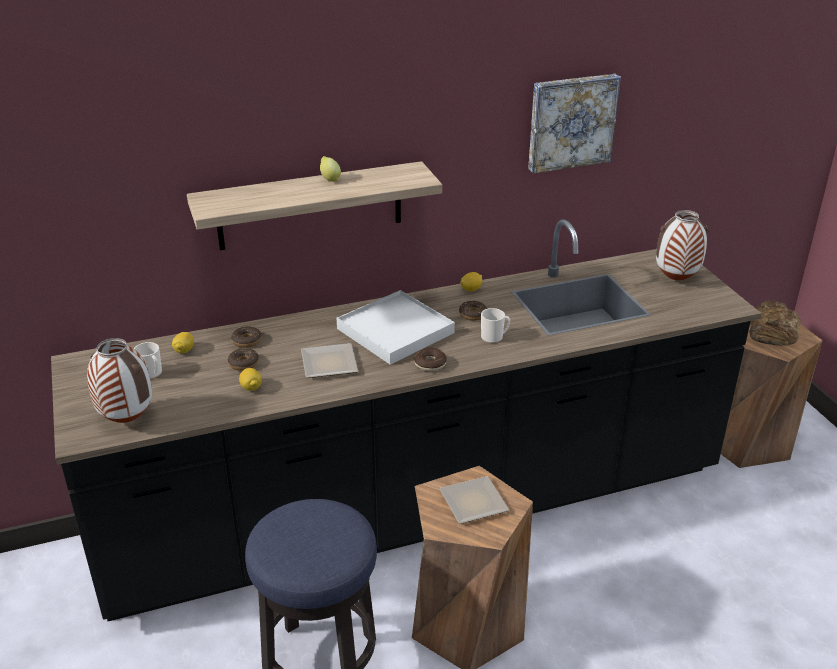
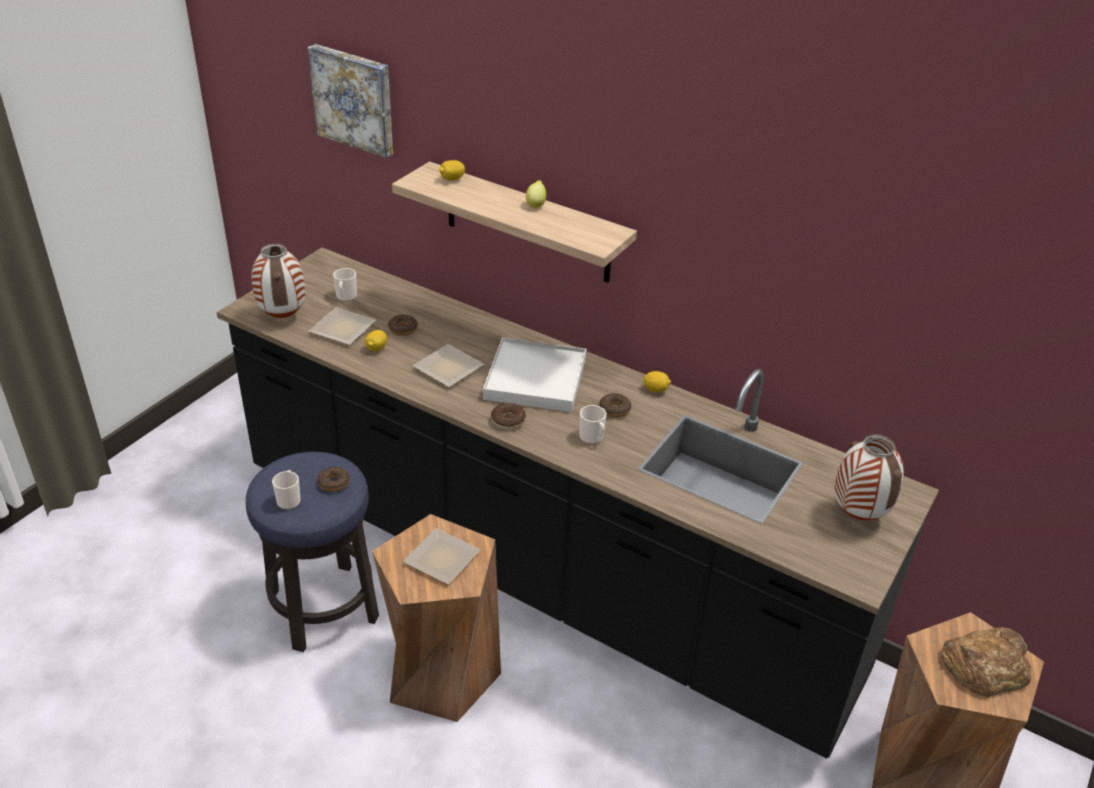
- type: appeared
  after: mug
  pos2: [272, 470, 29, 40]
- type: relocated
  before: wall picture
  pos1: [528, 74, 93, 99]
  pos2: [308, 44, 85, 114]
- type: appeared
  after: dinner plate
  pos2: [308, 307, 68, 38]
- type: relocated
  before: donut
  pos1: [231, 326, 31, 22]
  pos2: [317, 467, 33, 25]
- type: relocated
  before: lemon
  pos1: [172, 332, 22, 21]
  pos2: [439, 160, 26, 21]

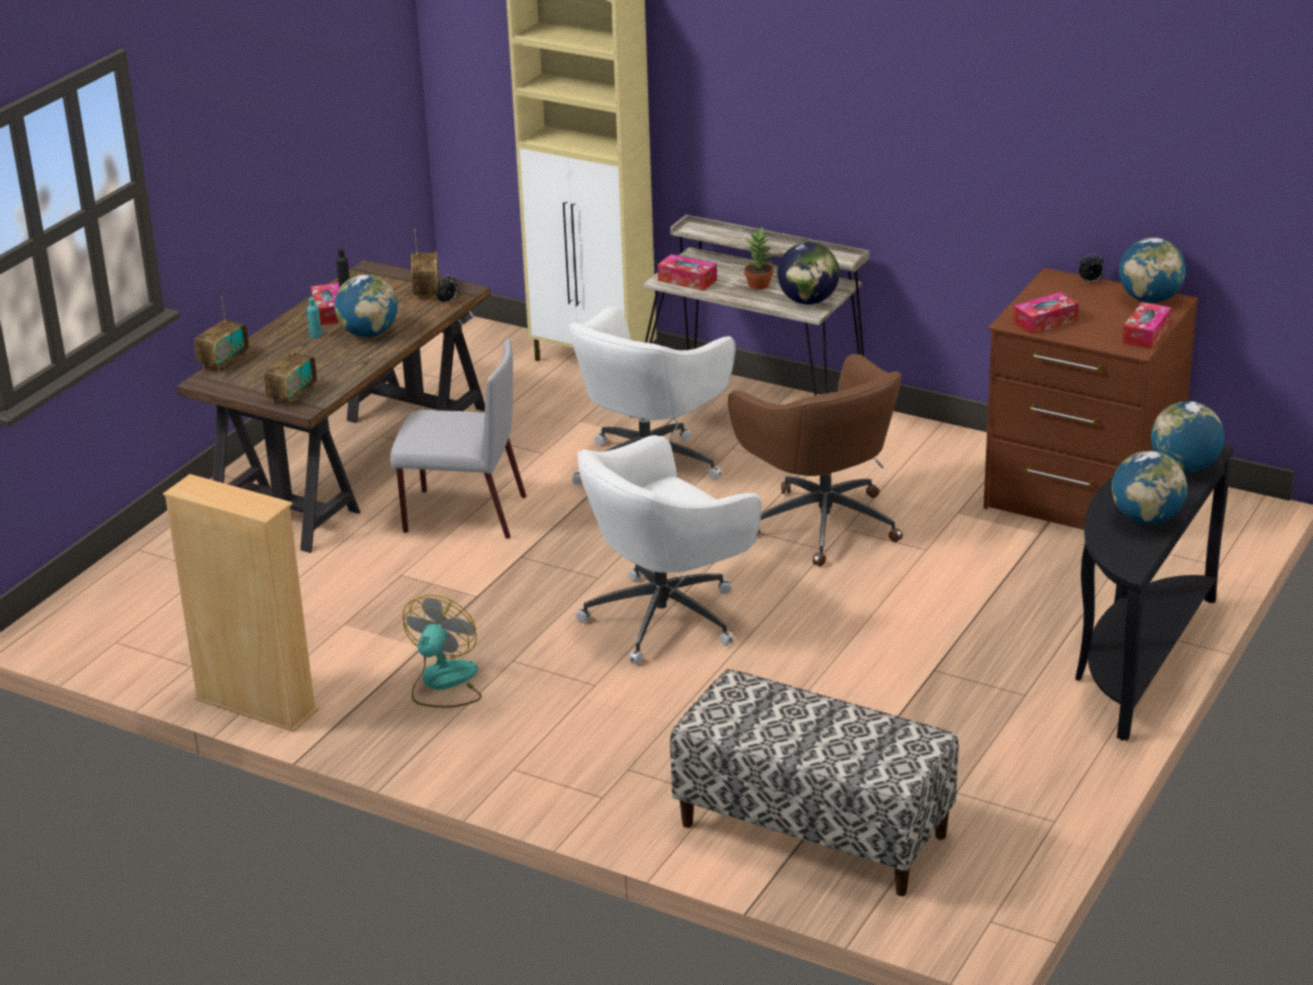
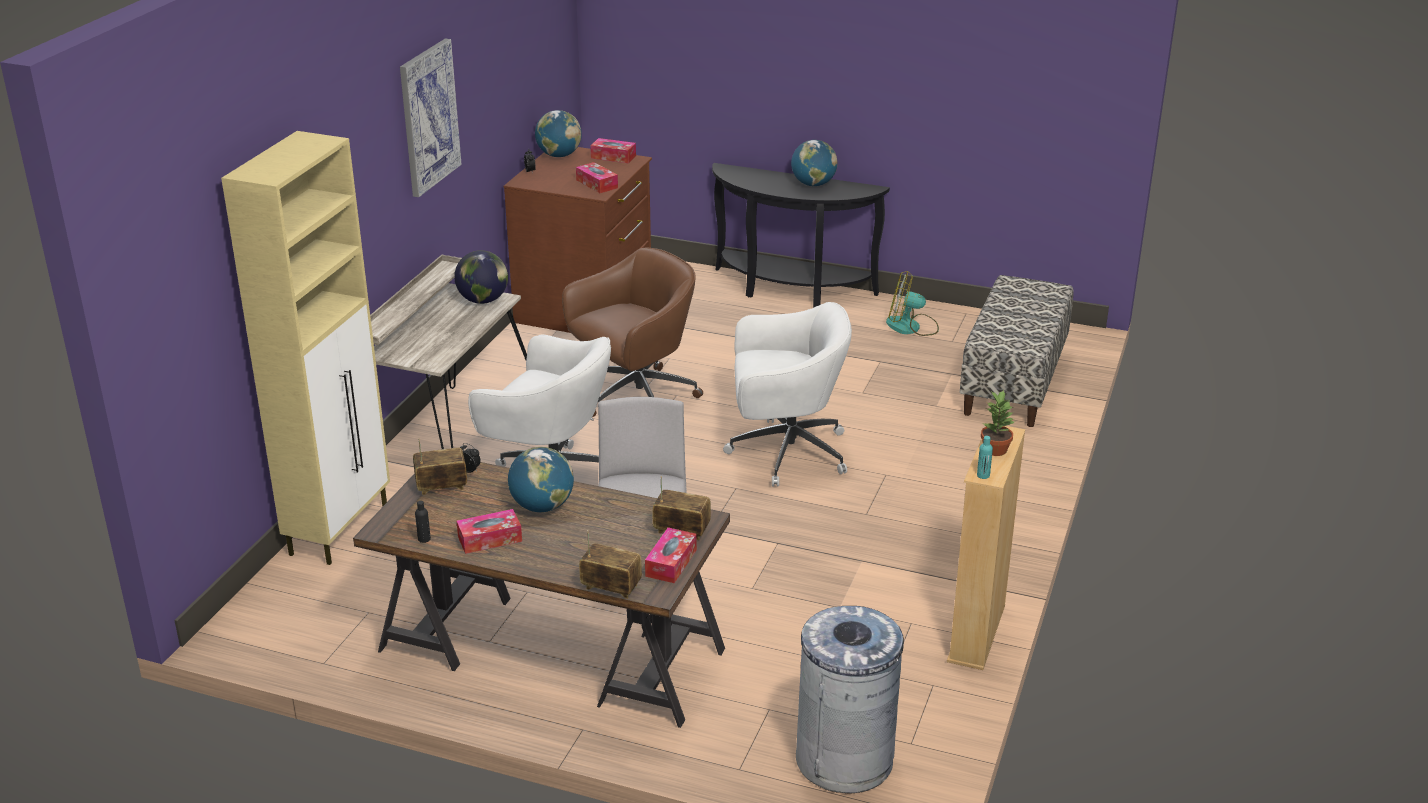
- type: appeared
  after: wall picture
  pos2: [400, 39, 62, 158]
- type: relocated
  before: tissue holder
  pos1: [658, 254, 59, 37]
  pos2: [645, 527, 52, 56]
- type: spun
  before: whitish office chair
  pos1: [576, 435, 186, 230]
  pos2: [723, 302, 129, 185]
  turn: -45
- type: appeared
  after: gray waste bin
  pos2: [796, 606, 108, 187]
- type: relocated
  before: fan
  pos1: [403, 595, 79, 113]
  pos2: [886, 271, 53, 65]
- type: relocated
  before: turquoise-coloured beverage bottle
  pos1: [307, 297, 15, 41]
  pos2: [977, 436, 16, 43]
- type: relocated
  before: houseplant
  pos1: [744, 227, 29, 63]
  pos2: [981, 390, 33, 66]
- type: missing
  before: world globe
  pos1: [1151, 401, 73, 72]

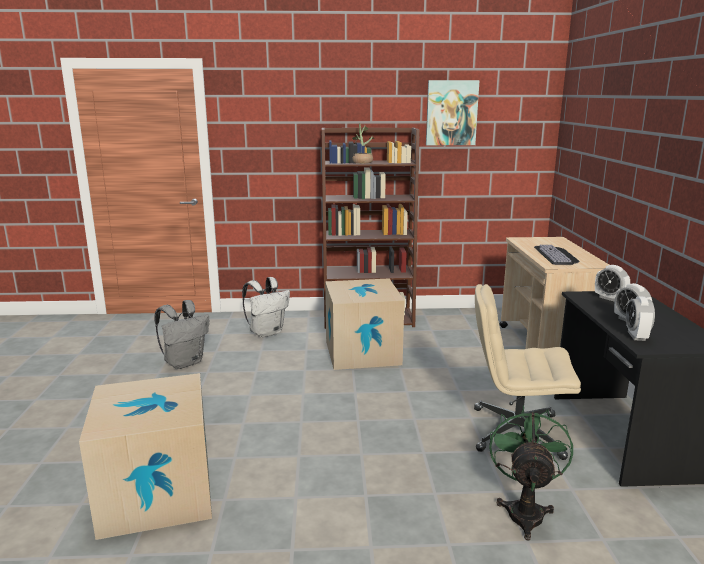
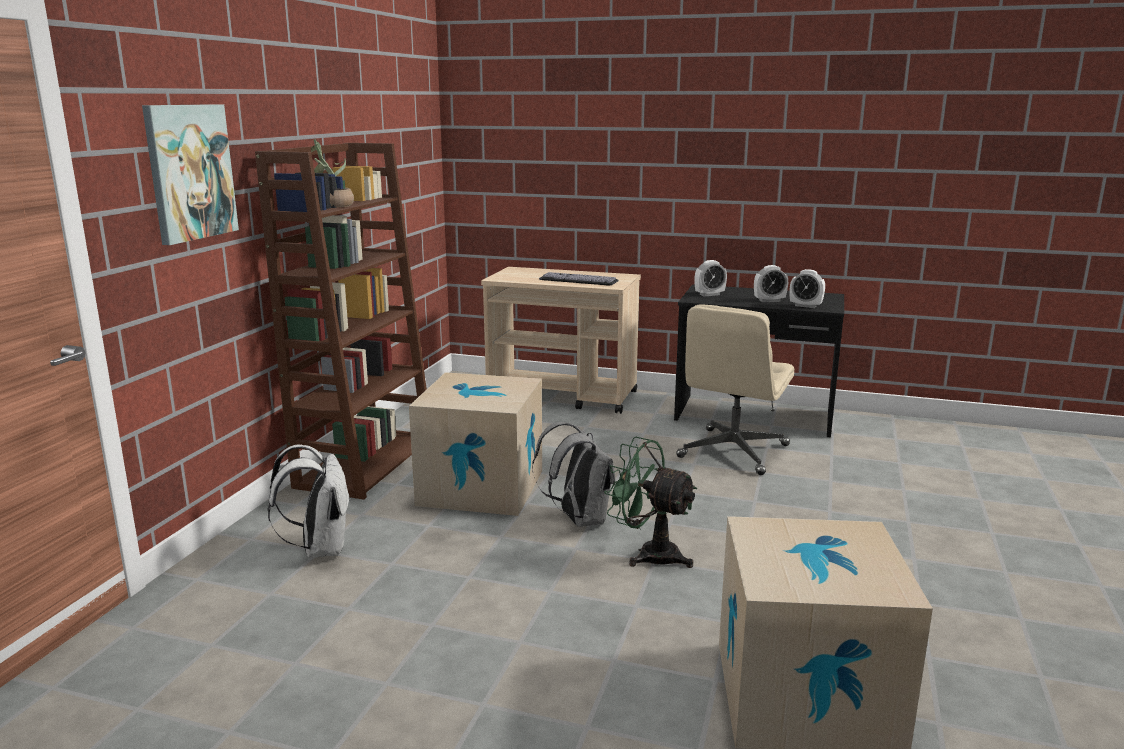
- type: relocated
  before: wall picture
  pos1: [426, 80, 54, 65]
  pos2: [142, 104, 97, 141]
- type: relocated
  before: gray knapsack
  pos1: [155, 300, 54, 69]
  pos2: [532, 422, 83, 105]
- type: relocated
  before: green-coloured fan
  pos1: [489, 405, 84, 136]
  pos2: [604, 436, 94, 132]

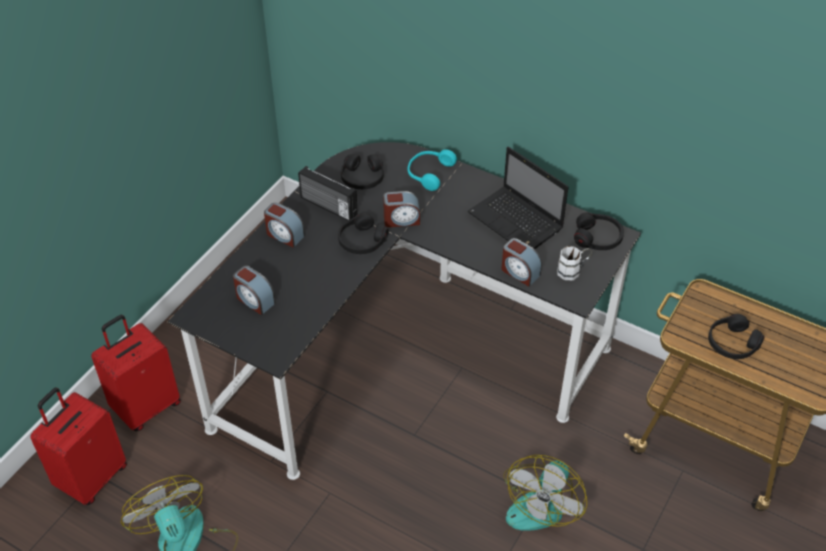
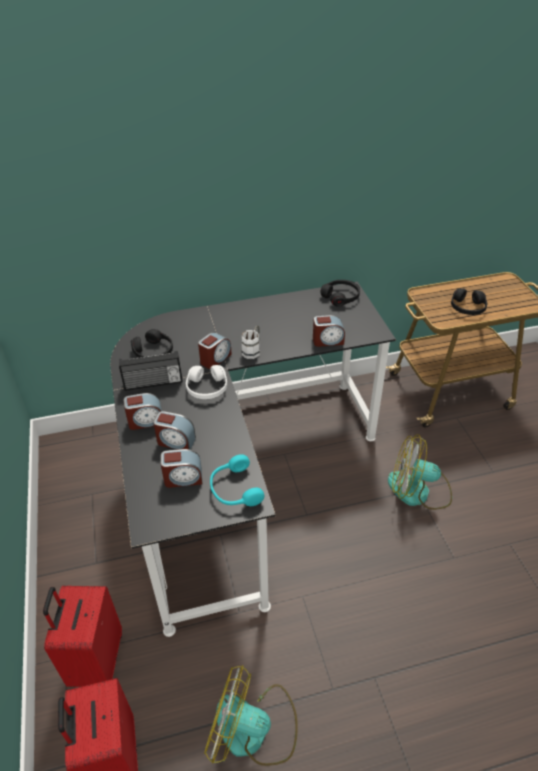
- type: appeared
  after: bedside clock
  pos2: [153, 411, 43, 39]
- type: colour
  before: black-coloured headset
  after: whitish headset
  pos1: [338, 213, 51, 41]
  pos2: [186, 365, 41, 34]
- type: relocated
  before: turquoise-coloured headset
  pos1: [407, 149, 50, 42]
  pos2: [210, 454, 54, 52]
- type: relocated
  before: whitish mug
  pos1: [557, 246, 35, 34]
  pos2: [241, 326, 19, 33]
- type: spun
  before: fan
  pos1: [503, 455, 84, 76]
  pos2: [388, 434, 64, 76]
  turn: 120
- type: missing
  before: laptop
  pos1: [467, 147, 102, 102]

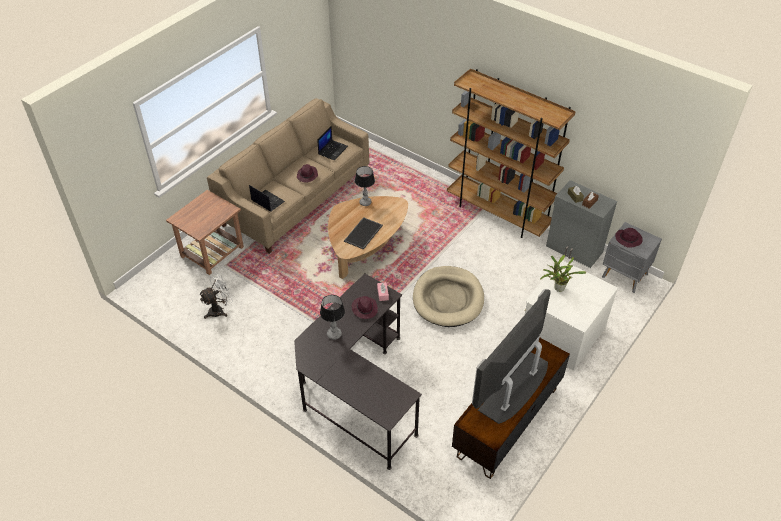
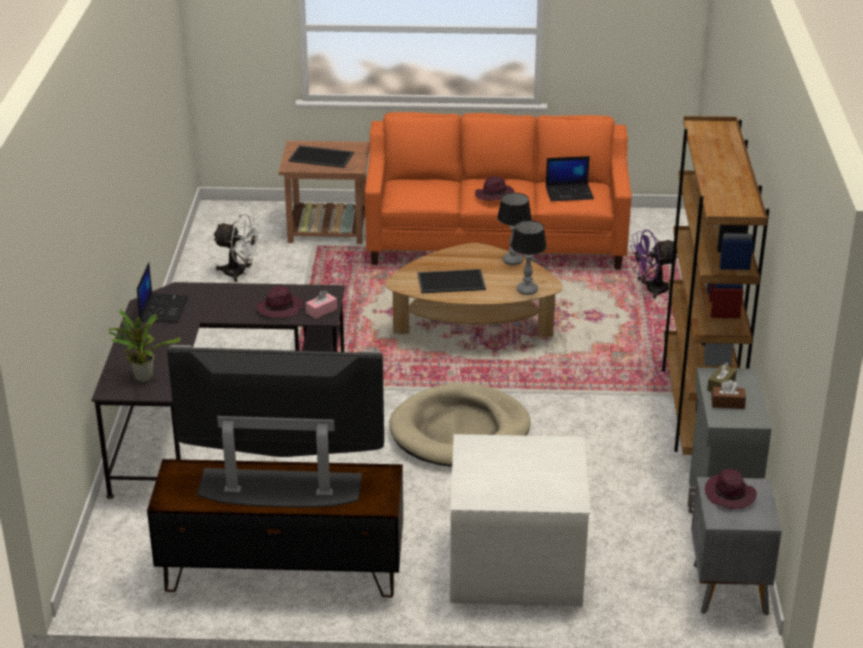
- type: relocated
  before: houseplant
  pos1: [540, 255, 46, 37]
  pos2: [108, 309, 73, 73]
- type: relocated
  before: laptop
  pos1: [249, 185, 36, 27]
  pos2: [137, 263, 51, 60]
- type: appeared
  after: carrying tray
  pos2: [288, 145, 66, 23]
- type: colour
  before: sand-coloured sofa
  after: orange-coloured sofa
  pos1: [207, 98, 163, 156]
  pos2: [365, 112, 267, 158]
- type: relocated
  before: lamp for a table
  pos1: [320, 295, 25, 45]
  pos2: [511, 220, 36, 75]
- type: appeared
  after: purple-coloured fan
  pos2: [631, 230, 47, 69]

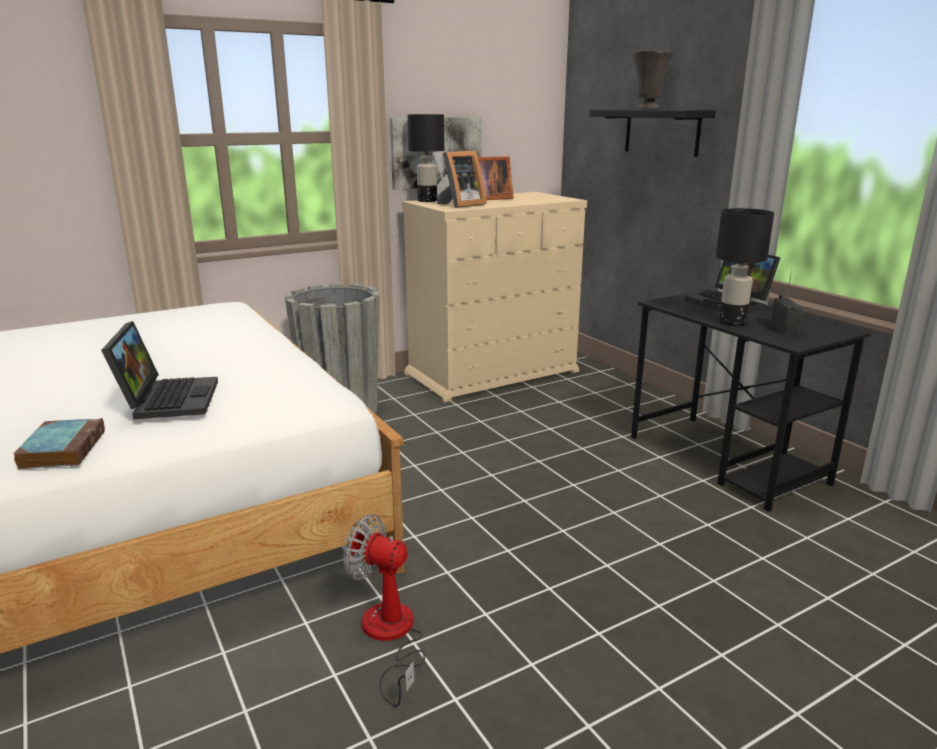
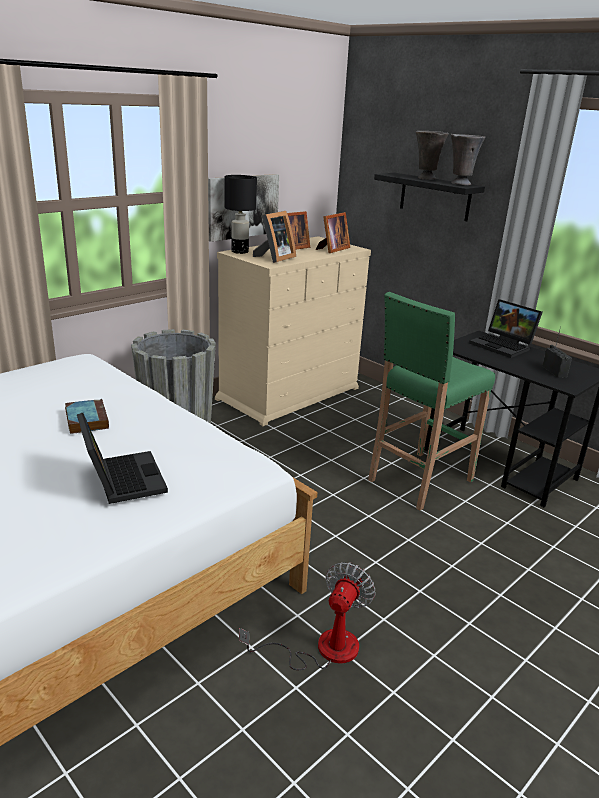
- type: relocated
  before: volume
  pos1: [13, 418, 92, 51]
  pos2: [65, 399, 44, 35]
- type: spun
  before: fan
  pos1: [343, 514, 82, 193]
  pos2: [239, 562, 137, 108]
  turn: 105
- type: appeared
  after: standing frame
  pos2: [316, 212, 34, 41]
- type: appeared
  after: green-coloured sitting stool
  pos2: [368, 292, 127, 218]
- type: appeared
  after: gray flower vase
  pos2: [451, 134, 34, 51]
- type: missing
  before: black-coloured lamp for a table
  pos1: [716, 208, 58, 118]

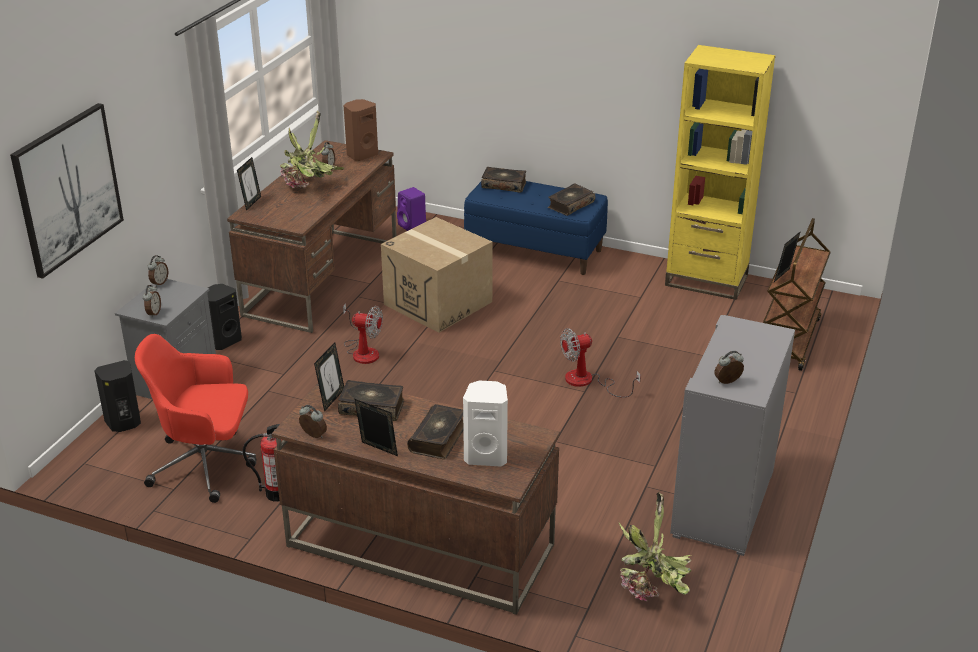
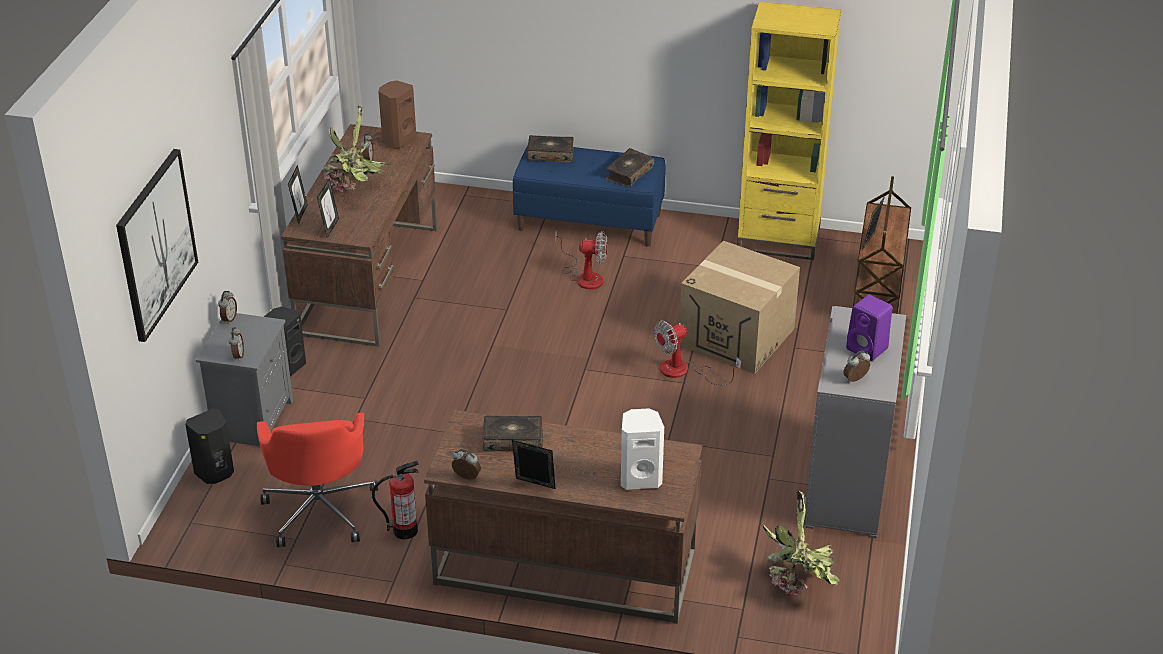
- type: spun
  before: reddish office chair
  pos1: [135, 334, 122, 169]
  pos2: [257, 413, 121, 134]
  turn: -90
- type: relocated
  before: standing frame
  pos1: [314, 342, 30, 70]
  pos2: [317, 179, 22, 59]
- type: relocated
  before: fan
  pos1: [343, 303, 40, 61]
  pos2: [556, 229, 52, 61]
- type: relocated
  before: packing box
  pos1: [381, 217, 111, 116]
  pos2: [680, 241, 120, 133]
- type: relocated
  before: purple-coloured loudspeaker
  pos1: [397, 187, 29, 44]
  pos2: [846, 295, 47, 66]
- type: missing
  before: volume
  pos1: [407, 404, 56, 55]

